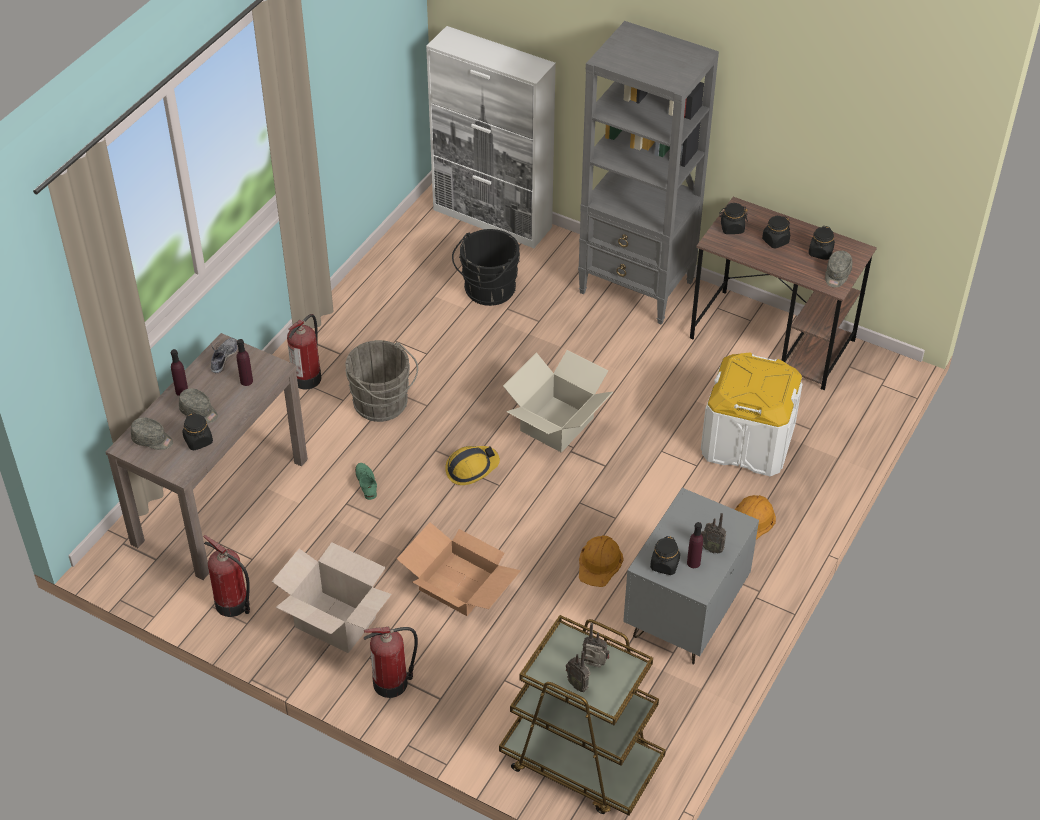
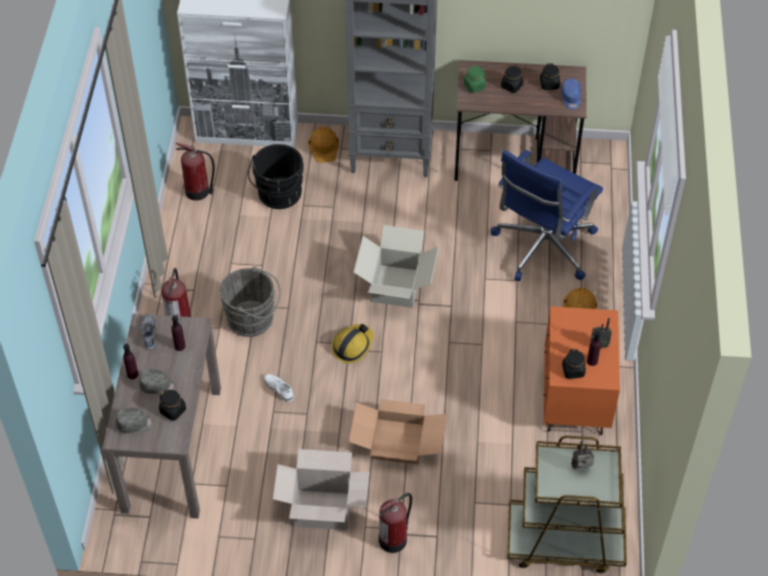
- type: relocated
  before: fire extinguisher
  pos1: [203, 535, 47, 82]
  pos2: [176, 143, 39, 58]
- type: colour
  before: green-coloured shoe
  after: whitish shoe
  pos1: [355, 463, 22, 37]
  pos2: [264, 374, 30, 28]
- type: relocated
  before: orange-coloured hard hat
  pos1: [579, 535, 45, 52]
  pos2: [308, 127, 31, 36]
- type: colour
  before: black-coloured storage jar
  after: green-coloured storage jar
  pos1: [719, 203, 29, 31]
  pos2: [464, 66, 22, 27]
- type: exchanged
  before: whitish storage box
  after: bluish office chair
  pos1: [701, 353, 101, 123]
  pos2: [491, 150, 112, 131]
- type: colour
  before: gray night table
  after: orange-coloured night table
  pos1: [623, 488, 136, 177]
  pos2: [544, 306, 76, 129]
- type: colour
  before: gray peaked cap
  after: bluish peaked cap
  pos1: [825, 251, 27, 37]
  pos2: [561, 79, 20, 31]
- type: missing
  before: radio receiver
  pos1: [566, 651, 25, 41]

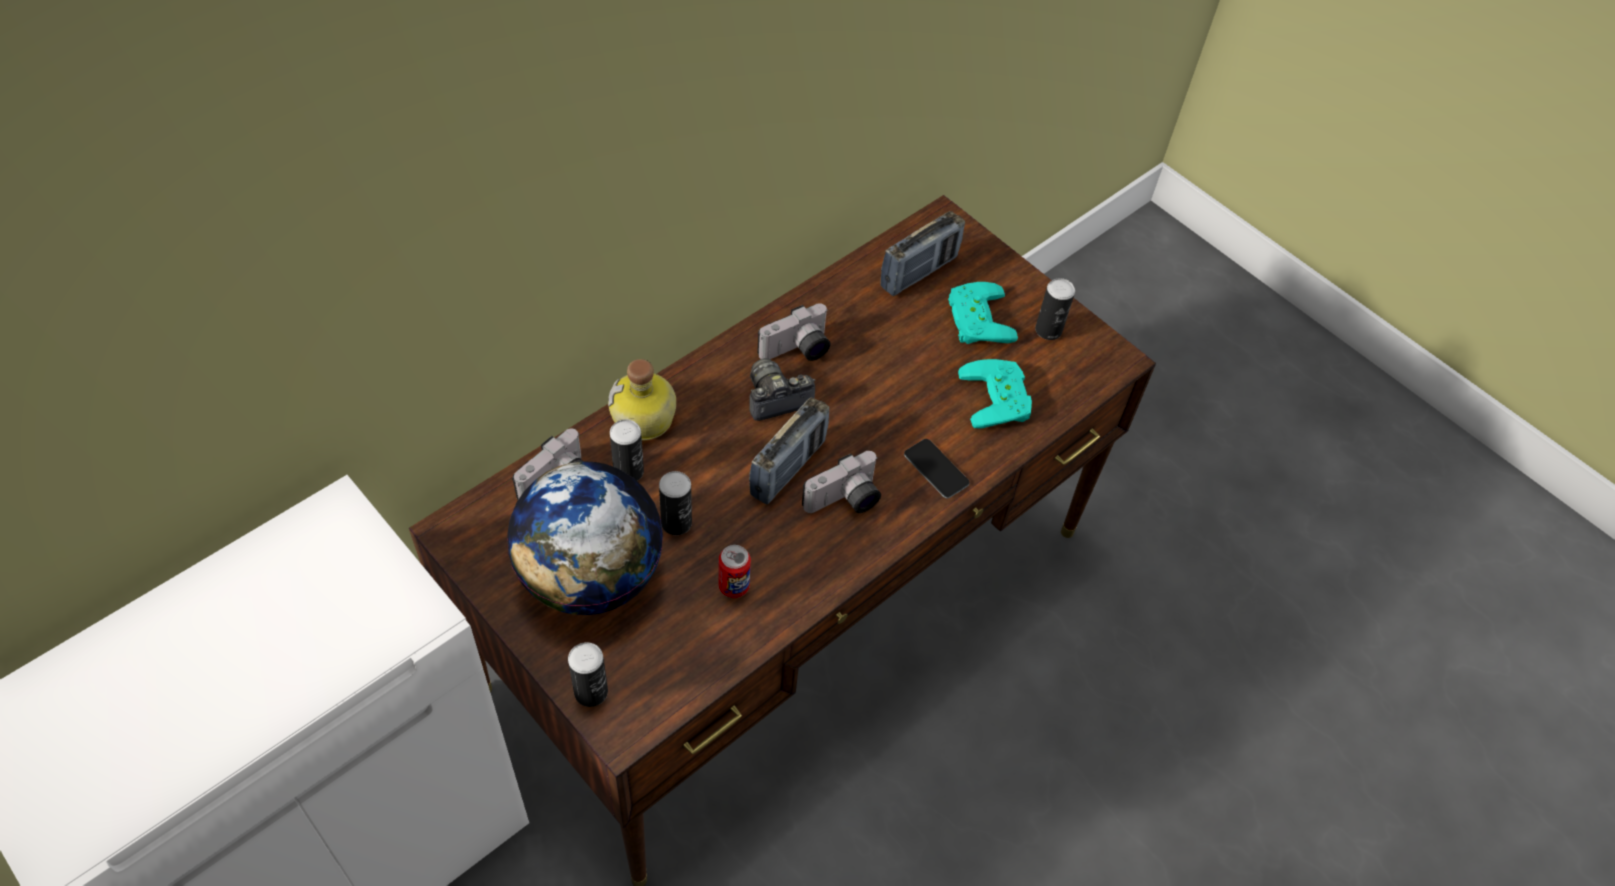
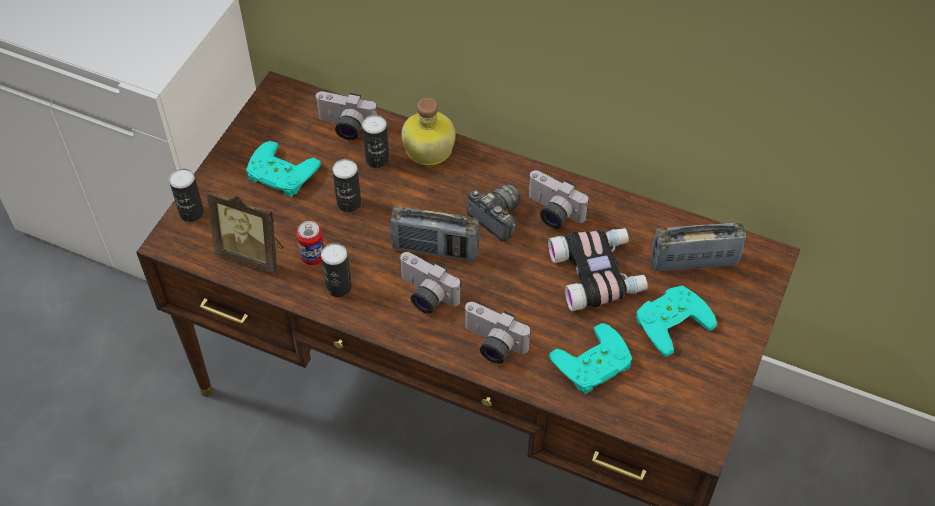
- type: appeared
  after: standing frame
  pos2: [207, 190, 76, 84]
- type: exchanged
  before: world globe
  after: turquoise-coloured joypad
  pos1: [507, 461, 156, 154]
  pos2: [246, 141, 75, 56]
- type: relocated
  before: can
  pos1: [1035, 278, 40, 62]
  pos2: [321, 243, 31, 54]
- type: exchanged
  before: phone
  after: photo camera
  pos1: [904, 439, 66, 59]
  pos2: [463, 302, 68, 62]
- type: appeared
  after: binoculars
  pos2: [548, 228, 100, 83]
- type: spun
  before: radio receiver
  pos1: [880, 211, 85, 85]
  pos2: [651, 222, 95, 49]
  turn: 150

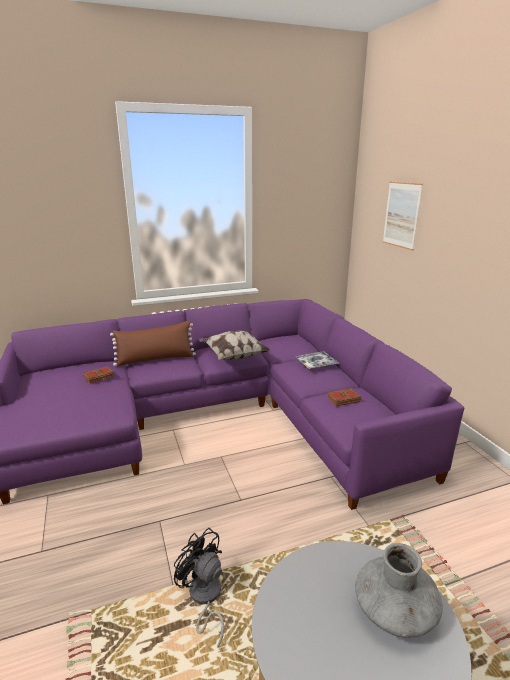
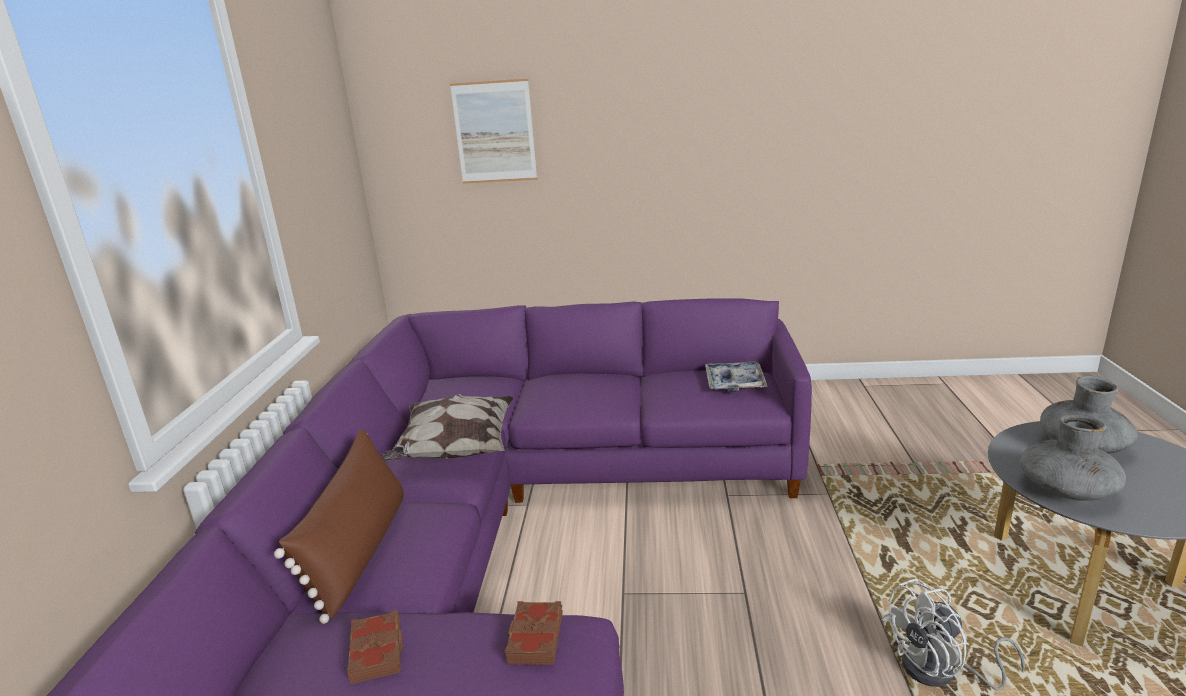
- type: relocated
  before: brown volume
  pos1: [327, 388, 34, 18]
  pos2: [505, 601, 58, 64]
- type: relocated
  before: carrying tray
  pos1: [296, 351, 44, 18]
  pos2: [705, 361, 63, 31]
- type: colour
  before: black-coloured fan
  after: whitish fan
  pos1: [174, 528, 50, 120]
  pos2: [881, 579, 144, 111]
- type: appeared
  after: gray flower vase
  pos2: [1020, 415, 106, 86]

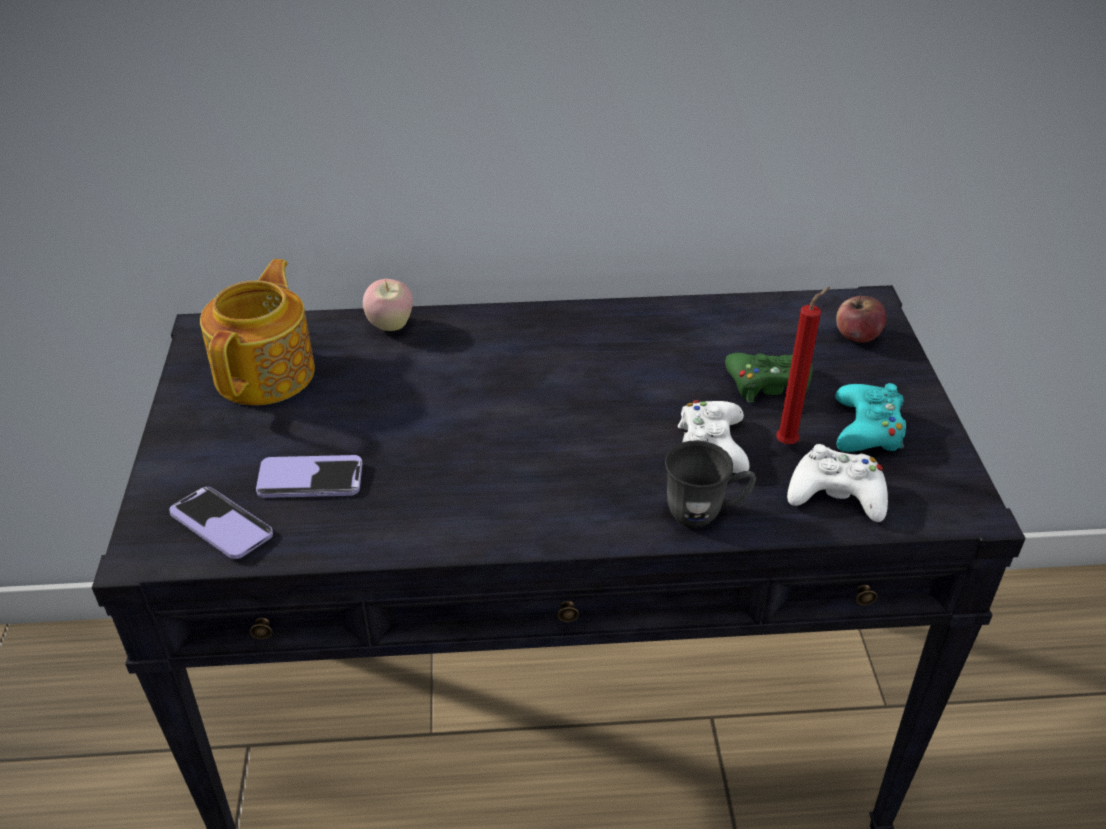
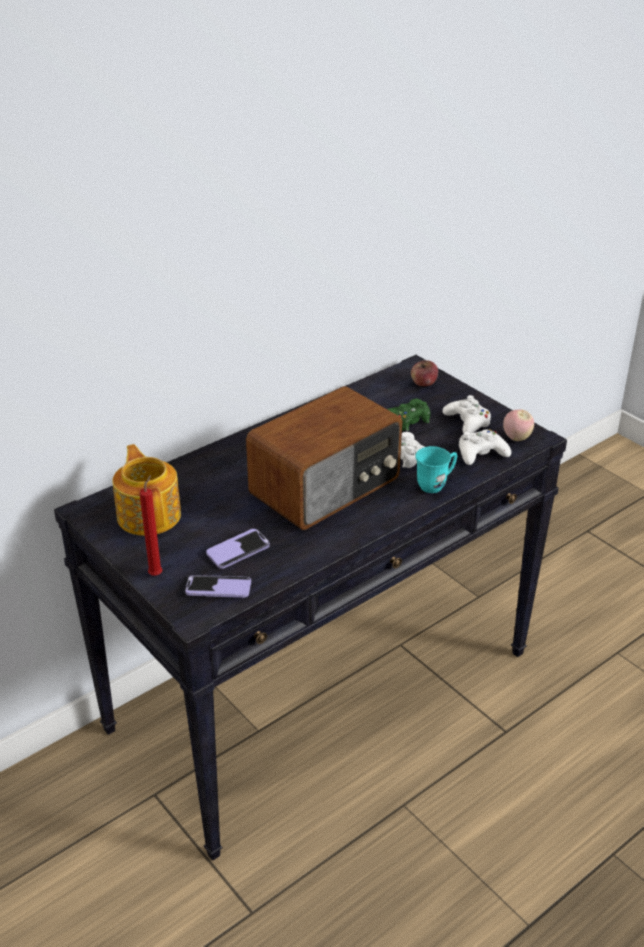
- type: relocated
  before: reddish candle
  pos1: [776, 287, 54, 157]
  pos2: [139, 475, 24, 101]
- type: appeared
  after: radio receiver
  pos2: [246, 386, 156, 144]
- type: colour
  before: gray mug
  after: turquoise-coloured mug
  pos1: [665, 440, 91, 88]
  pos2: [416, 446, 41, 47]
- type: colour
  before: turquoise-coloured joypad
  after: whitish joypad
  pos1: [835, 383, 71, 69]
  pos2: [442, 395, 49, 38]
- type: relocated
  before: apple
  pos1: [363, 279, 50, 52]
  pos2: [503, 409, 31, 32]

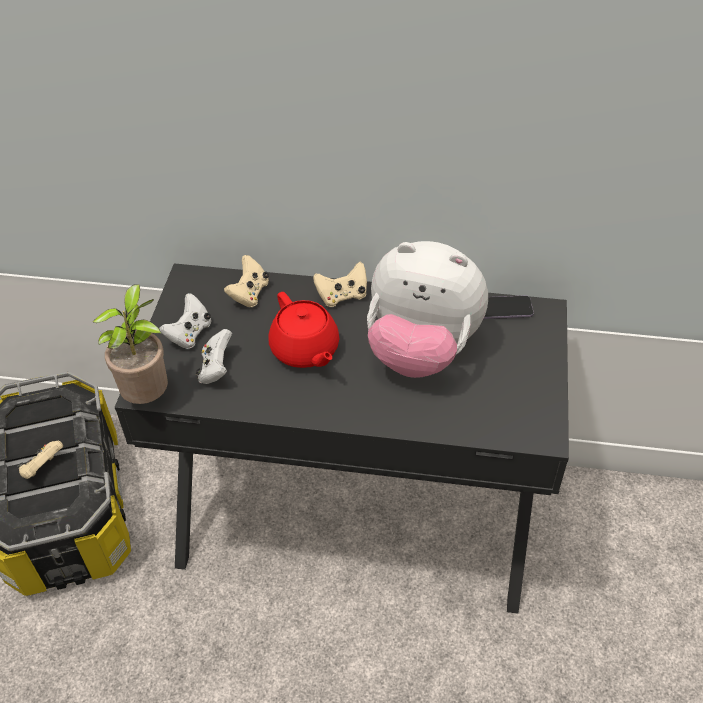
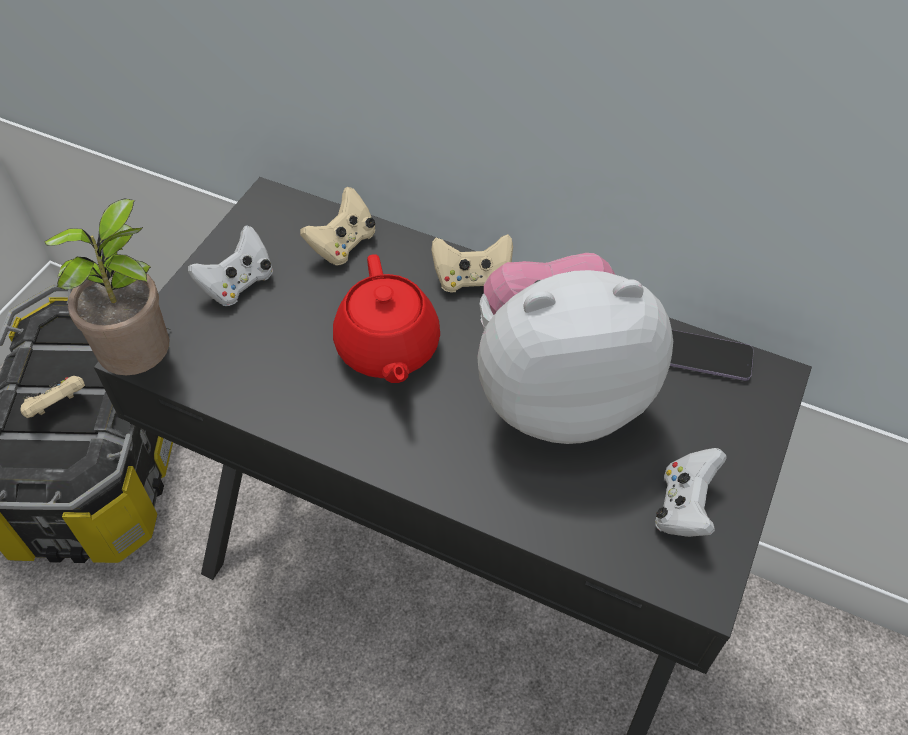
- type: spun
  before: soft toy
  pos1: [367, 241, 121, 137]
  pos2: [477, 253, 196, 191]
  turn: 135
- type: relocated
  before: whitish joypad
  pos1: [196, 329, 36, 55]
  pos2: [655, 448, 72, 89]

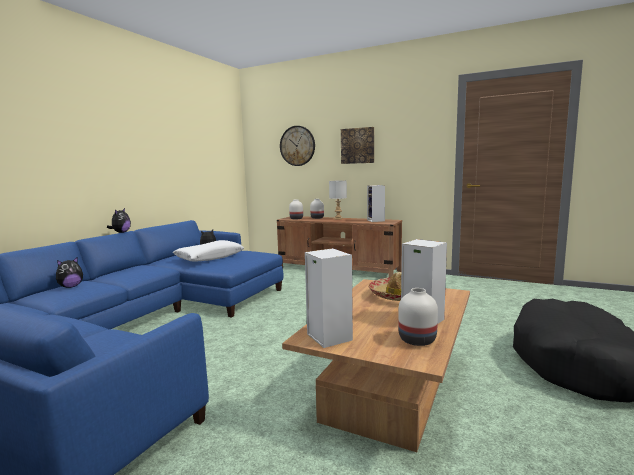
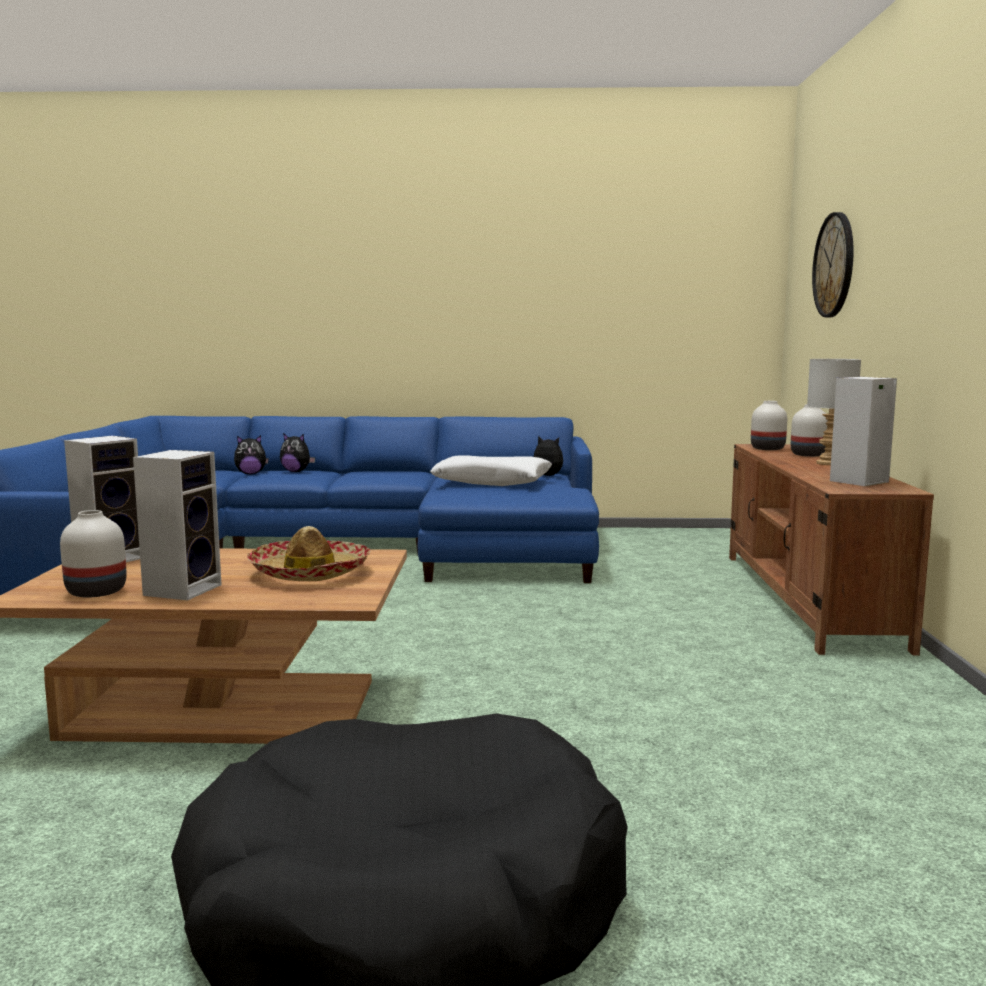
- type: relocated
  before: soft toy
  pos1: [107, 208, 24, 25]
  pos2: [234, 435, 35, 39]
- type: missing
  before: wall picture
  pos1: [341, 127, 33, 37]

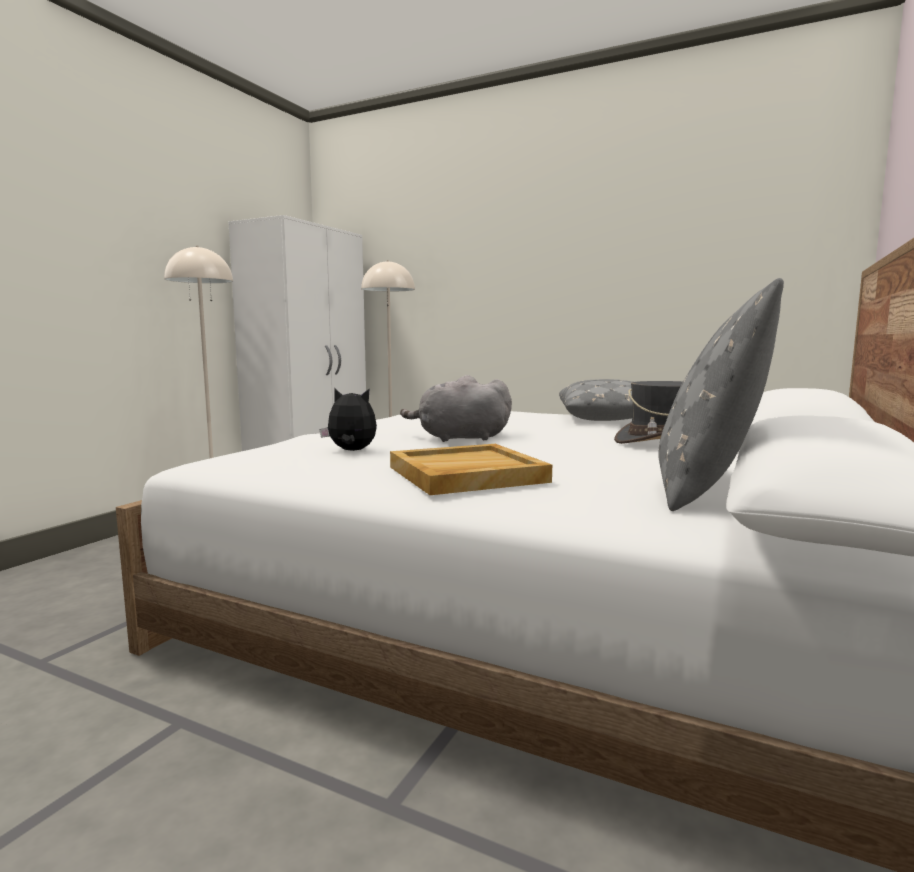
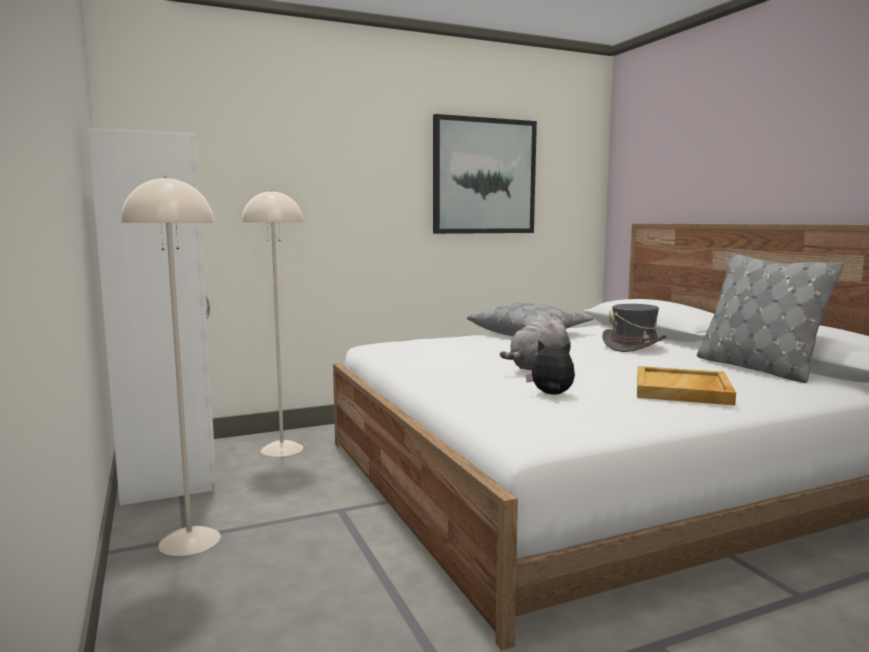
- type: appeared
  after: wall picture
  pos2: [433, 114, 104, 120]
- type: spun
  before: soft toy
  pos1: [319, 388, 58, 63]
  pos2: [525, 339, 50, 56]
  turn: 60

